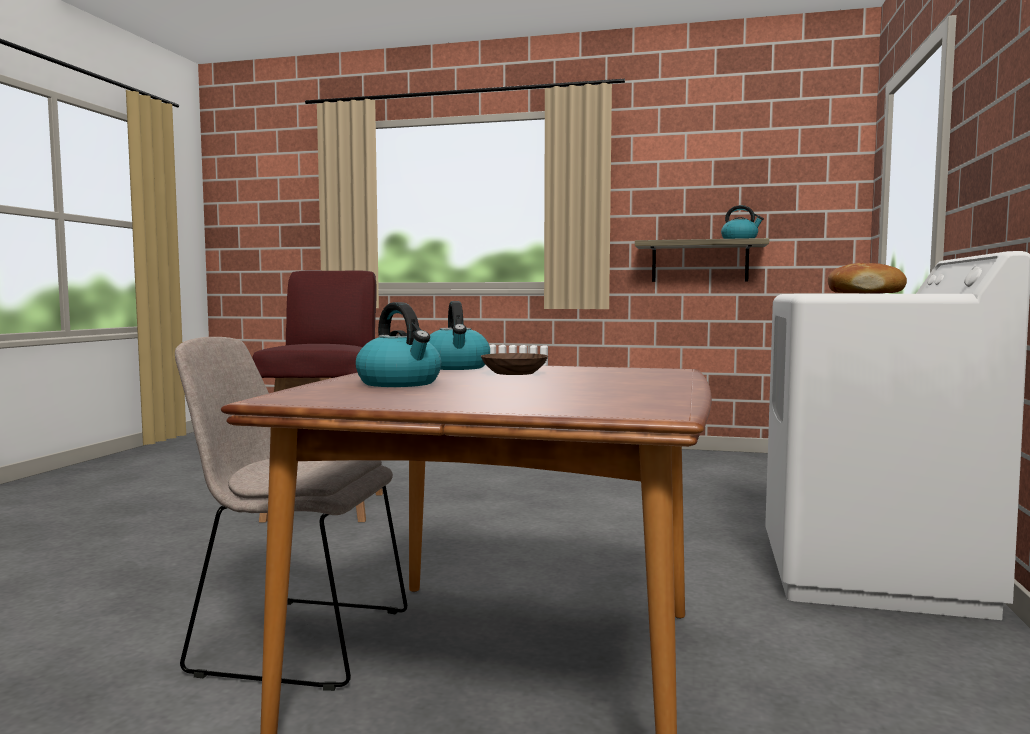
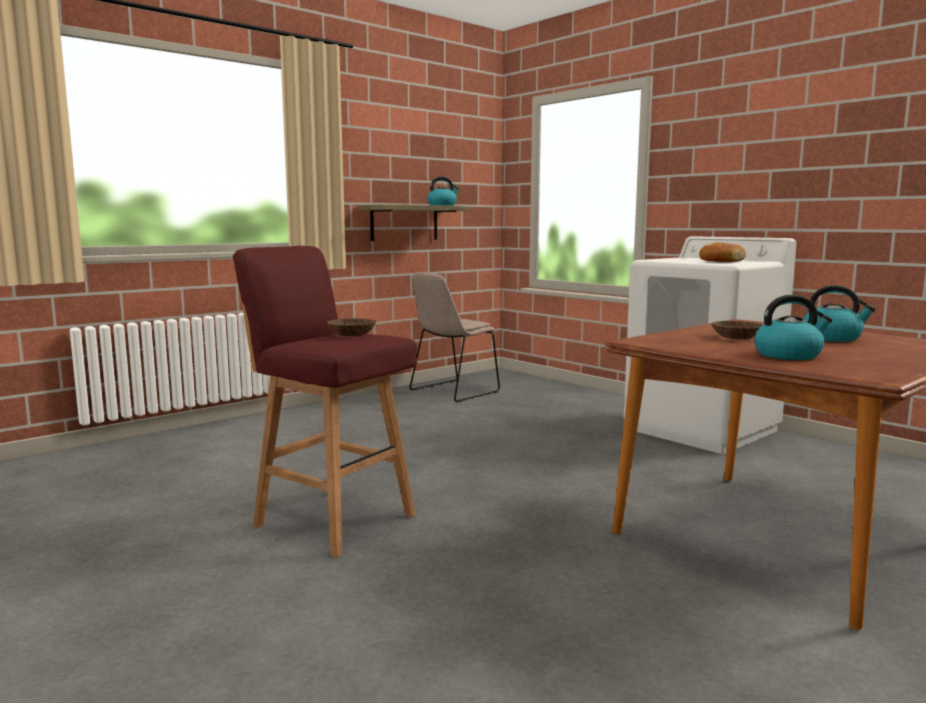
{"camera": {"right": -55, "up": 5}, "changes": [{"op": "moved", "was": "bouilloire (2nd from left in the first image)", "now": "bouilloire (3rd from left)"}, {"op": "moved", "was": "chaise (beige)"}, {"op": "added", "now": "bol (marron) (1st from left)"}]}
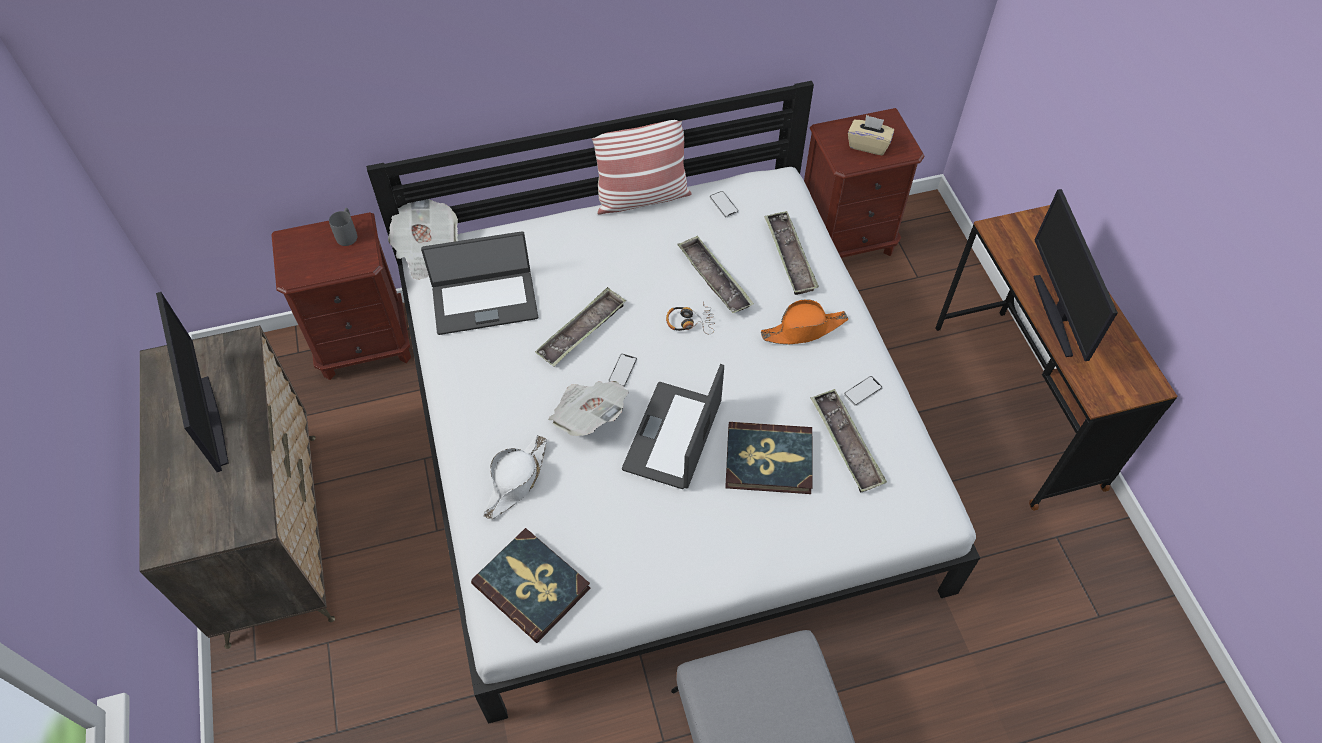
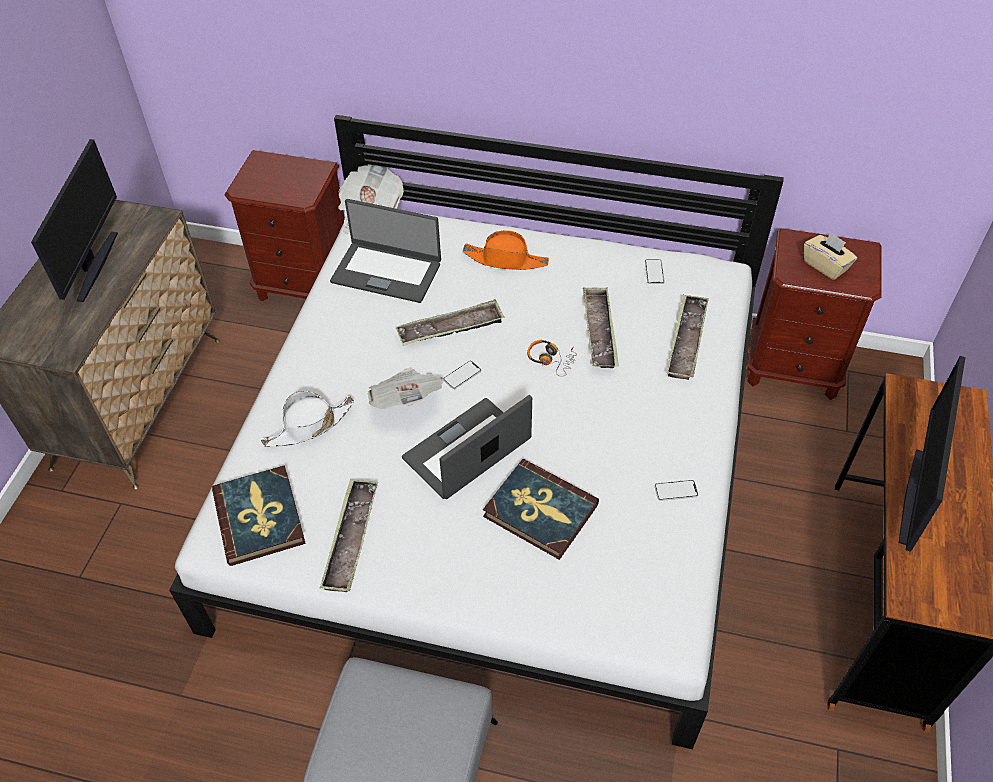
{"camera": {"right": 30, "up": -5}, "changes": [{"op": "removed", "was": "coussin"}, {"op": "removed", "was": "mug (gris)"}, {"op": "moved", "was": "chapeau (orange)"}, {"op": "moved", "was": "plateau (4th from left in the first image)", "now": "plateau (1st from left)"}]}
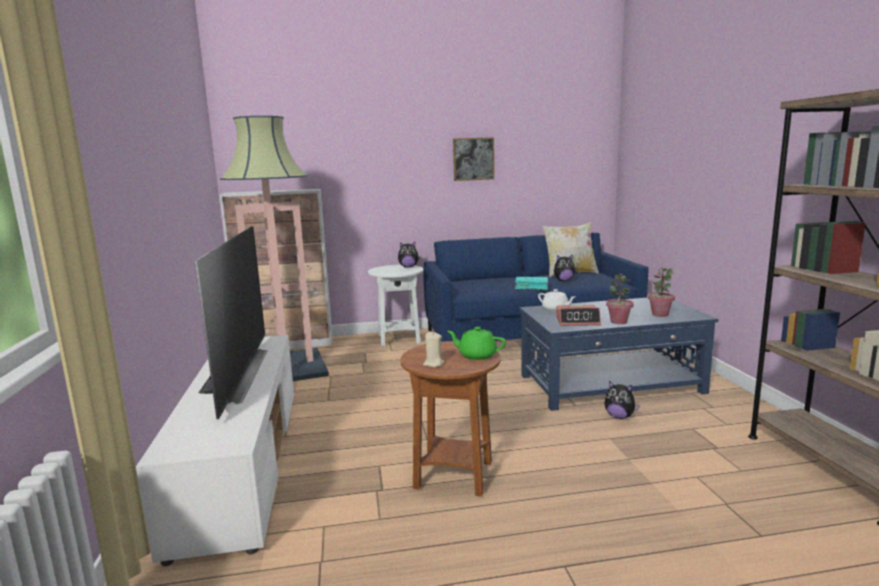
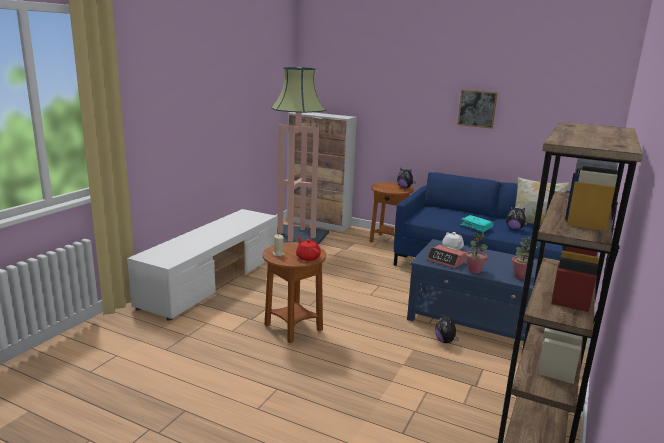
{"camera": {"right": 35, "up": 5}, "changes": [{"op": "removed", "was": "téléviseur"}, {"op": "recoloured", "was": "table d'appoint (blanc)", "now": "table d'appoint (marron) (2nd from left)"}, {"op": "recoloured", "was": "théière (vert)", "now": "théière (rouge)"}]}
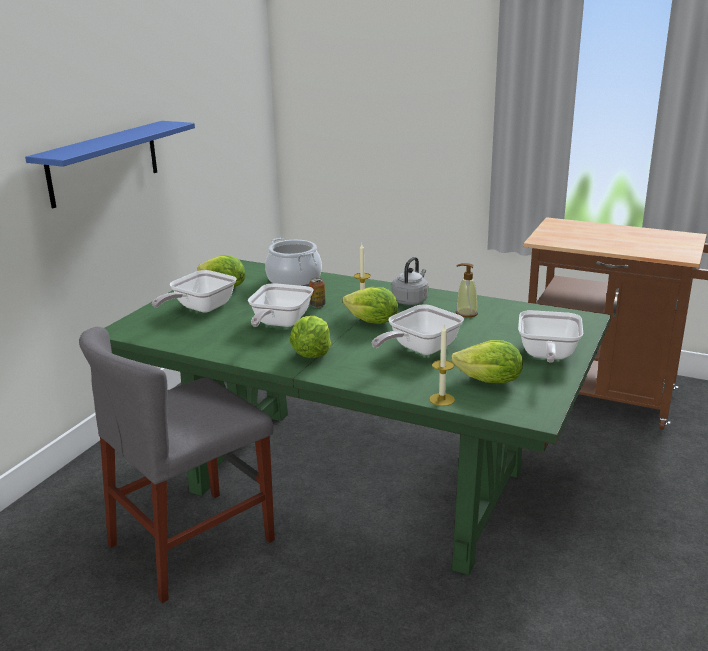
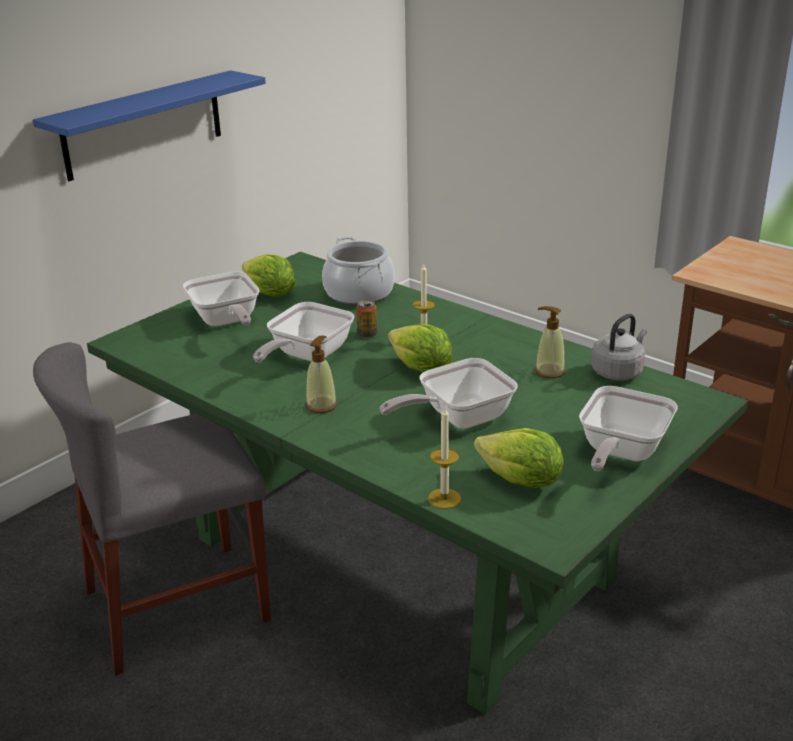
{"camera": {"right": 15, "up": 5}, "changes": [{"op": "moved", "was": "bouilloire (gris)"}, {"op": "turned", "was": "poêle (1st from left)", "clockwise": -75}, {"op": "replaced", "was": "laitue (2nd from left)", "now": "distributeur de savon (1st from left)"}]}
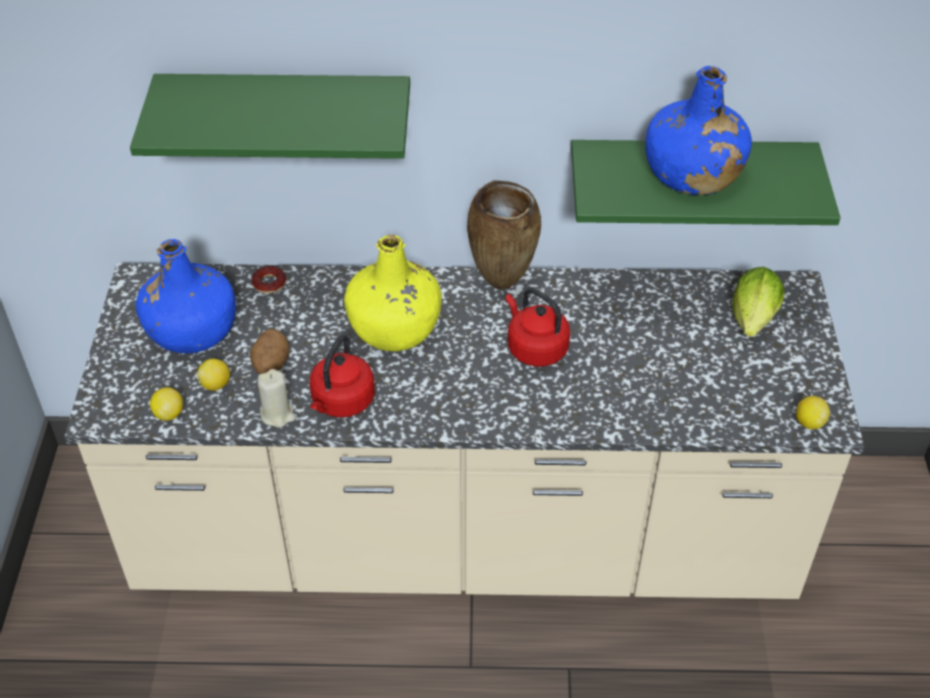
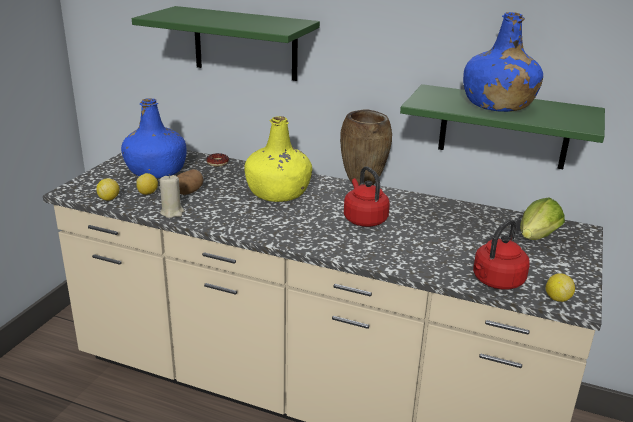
{"camera": {"right": 20, "up": -20}, "changes": [{"op": "moved", "was": "bouilloire (rouge) (1st from left in the first image)", "now": "bouilloire (rouge) (2nd from left)"}]}
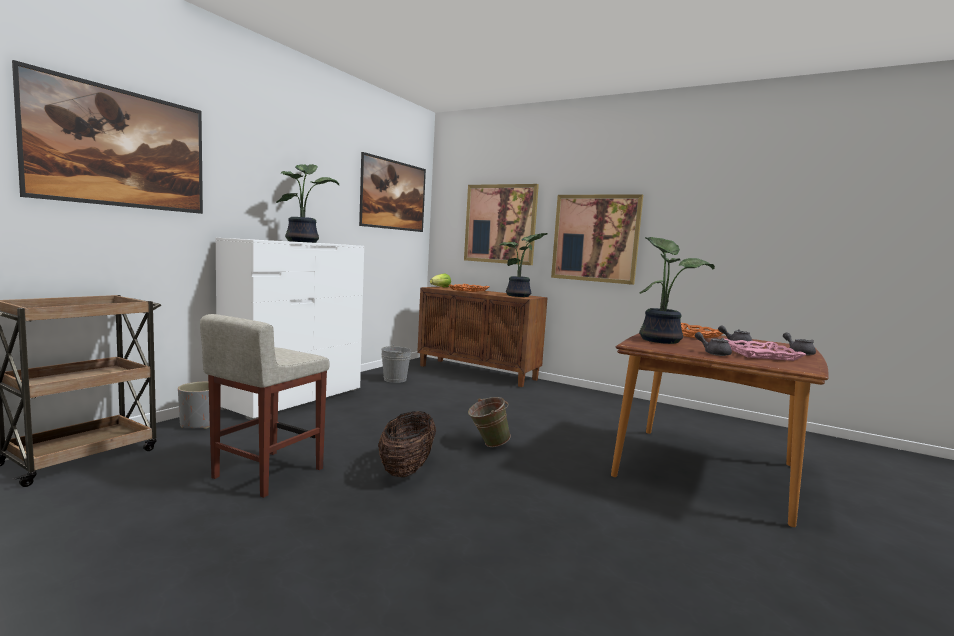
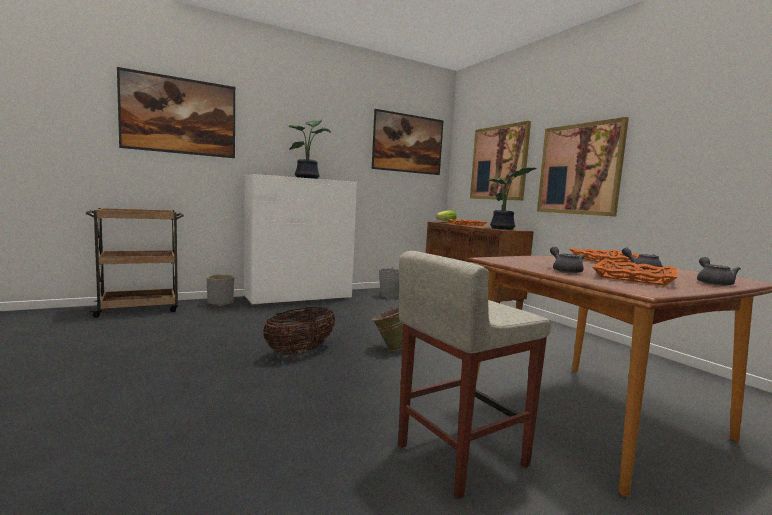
{"camera": {"right": 30, "up": 0}, "changes": [{"op": "removed", "was": "plante en pot (3rd from left)"}, {"op": "moved", "was": "tabouret (beige)"}, {"op": "recoloured", "was": "plateau (rose)", "now": "plateau (orange) (3rd from left)"}]}
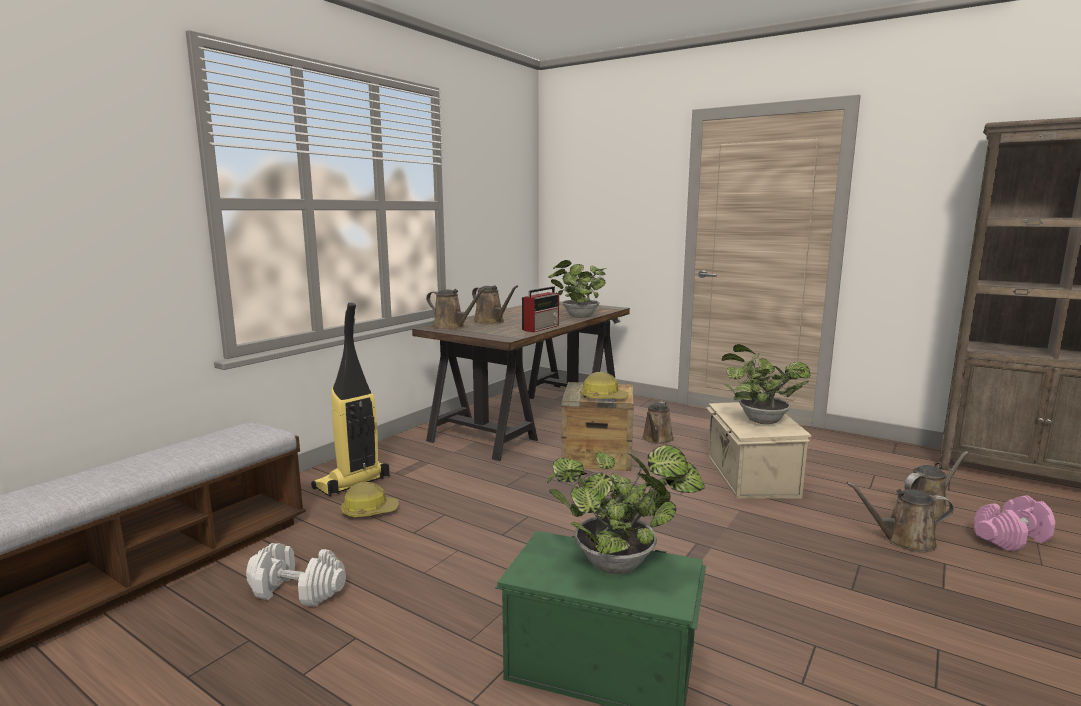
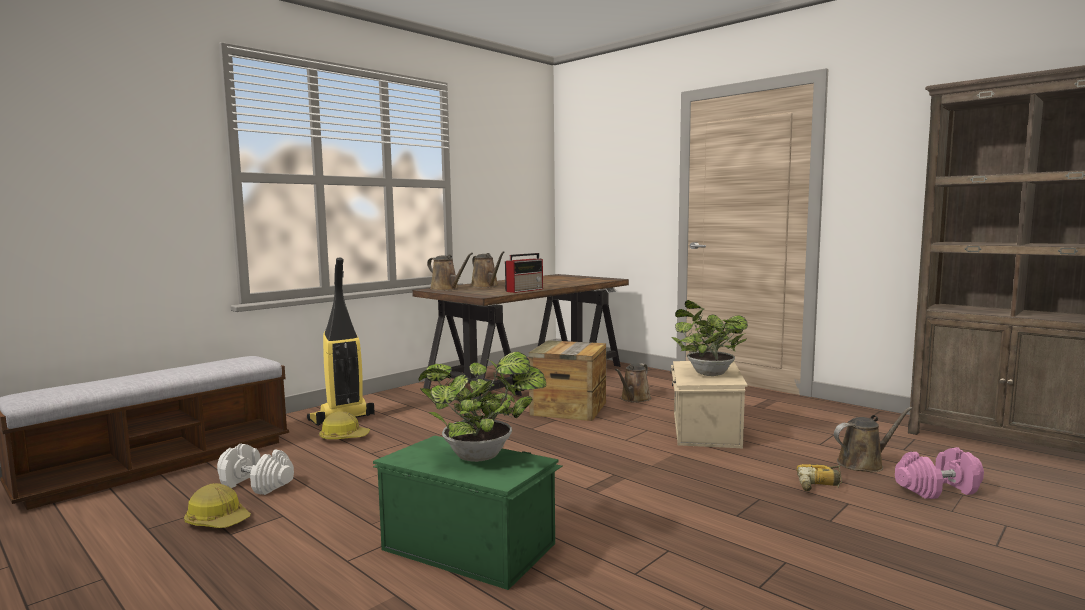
{"camera": {"right": 10, "up": -5}, "changes": [{"op": "removed", "was": "plante en pot (1st from left)"}, {"op": "moved", "was": "casque de chantier (2nd from left in the first image)", "now": "casque de chantier (1st from left)"}, {"op": "replaced", "was": "arrosoir (marron) (4th from left)", "now": "perceuse"}]}
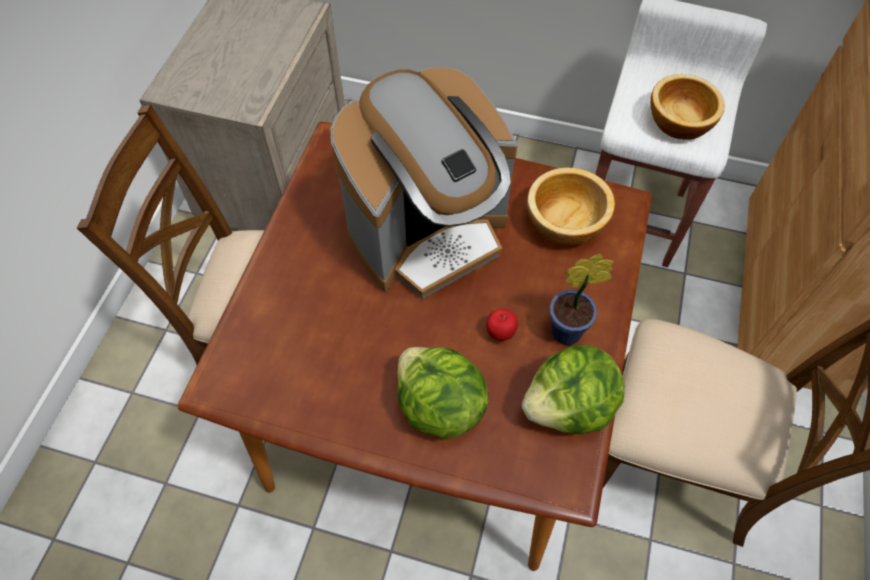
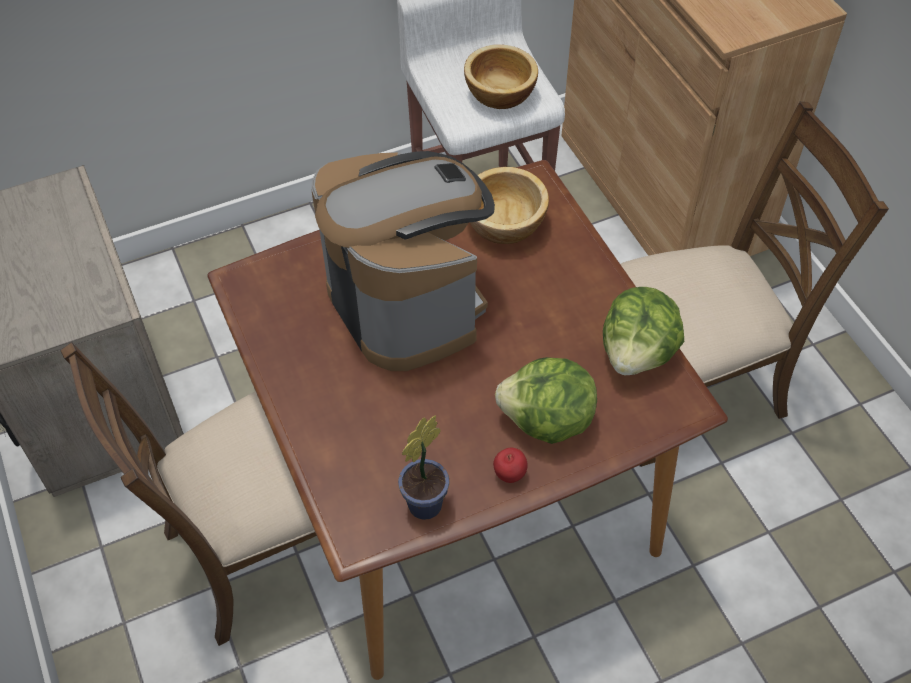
{"camera": {"right": -40, "up": -5}, "changes": [{"op": "turned", "was": "machine à café", "clockwise": -45}, {"op": "moved", "was": "plante en pot"}, {"op": "moved", "was": "pomme"}]}
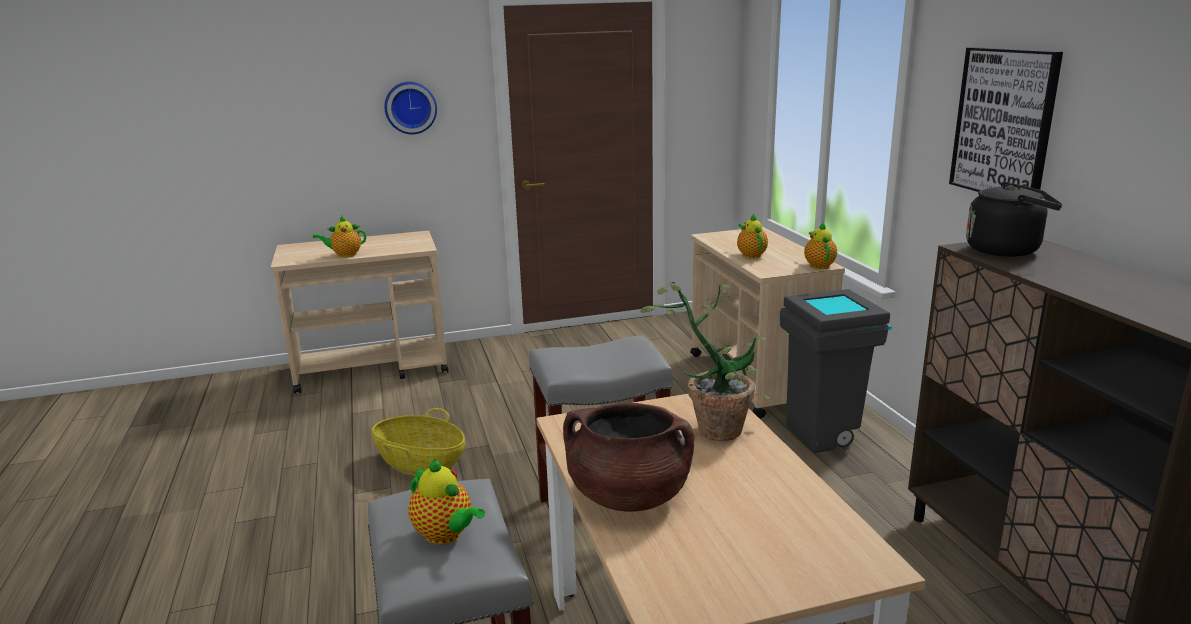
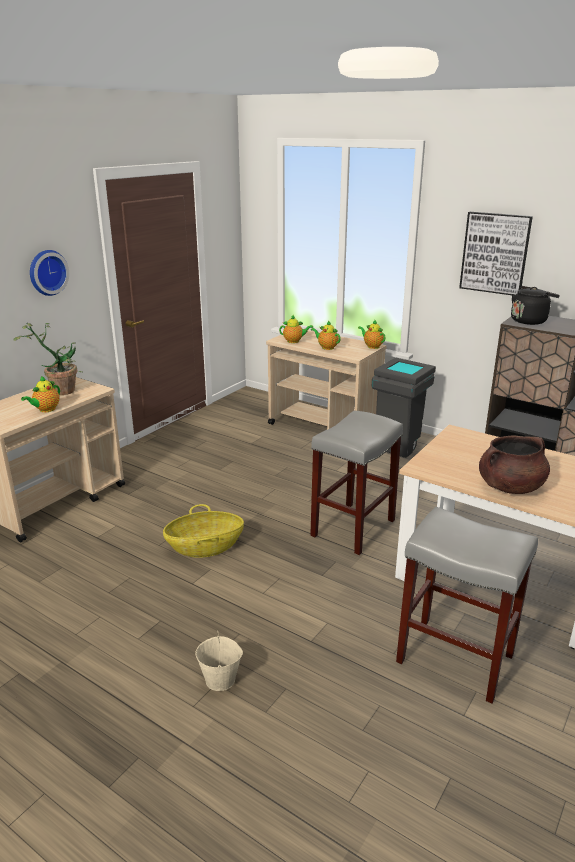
{"camera": {"right": -40, "up": 5}, "changes": [{"op": "moved", "was": "plante en pot"}, {"op": "moved", "was": "théière (2nd from left)"}, {"op": "added", "now": "seau (beige)"}]}
